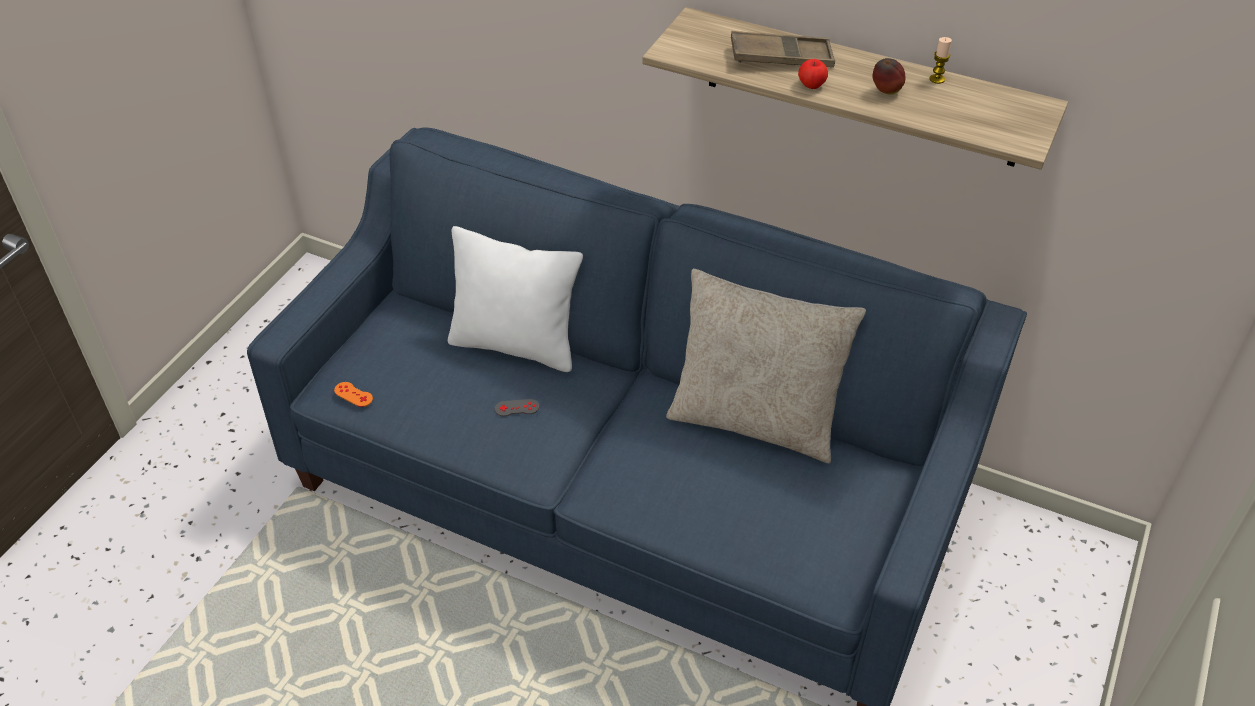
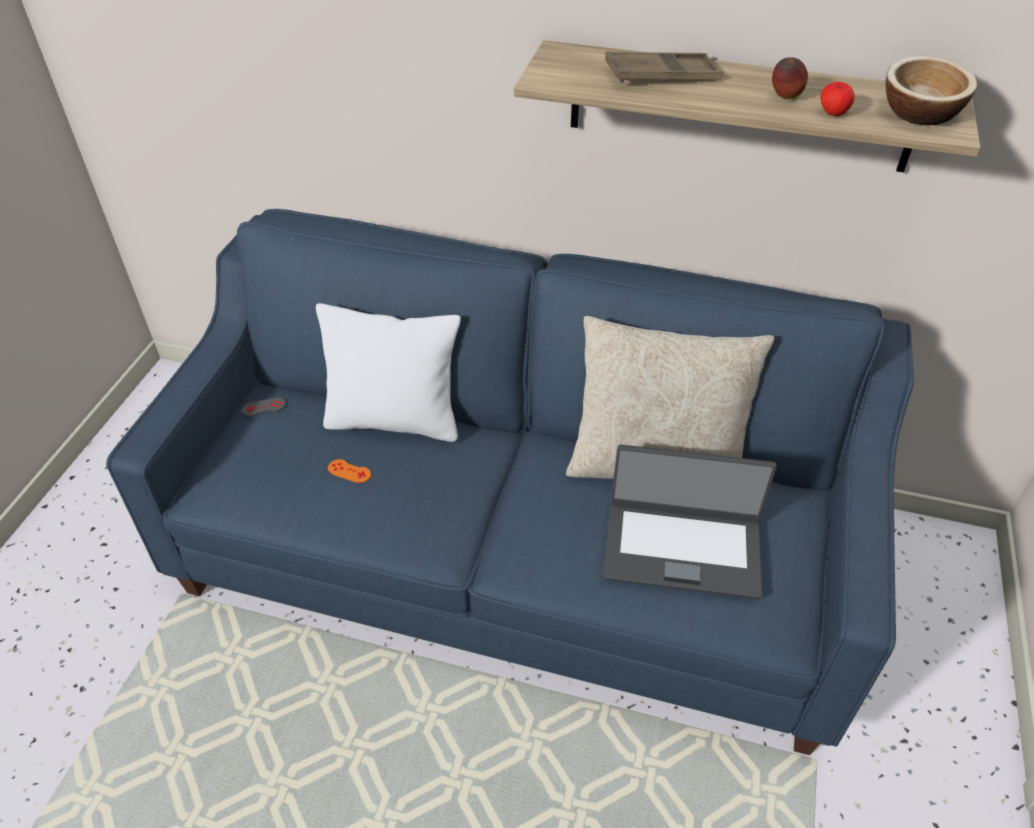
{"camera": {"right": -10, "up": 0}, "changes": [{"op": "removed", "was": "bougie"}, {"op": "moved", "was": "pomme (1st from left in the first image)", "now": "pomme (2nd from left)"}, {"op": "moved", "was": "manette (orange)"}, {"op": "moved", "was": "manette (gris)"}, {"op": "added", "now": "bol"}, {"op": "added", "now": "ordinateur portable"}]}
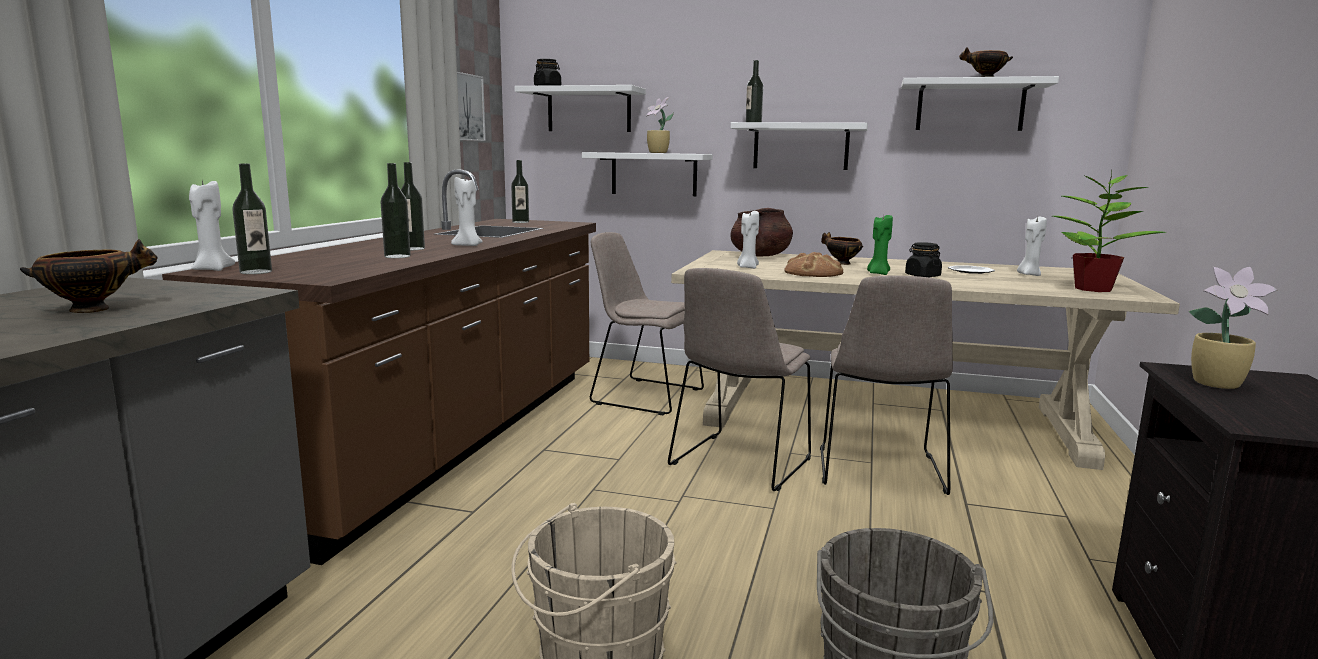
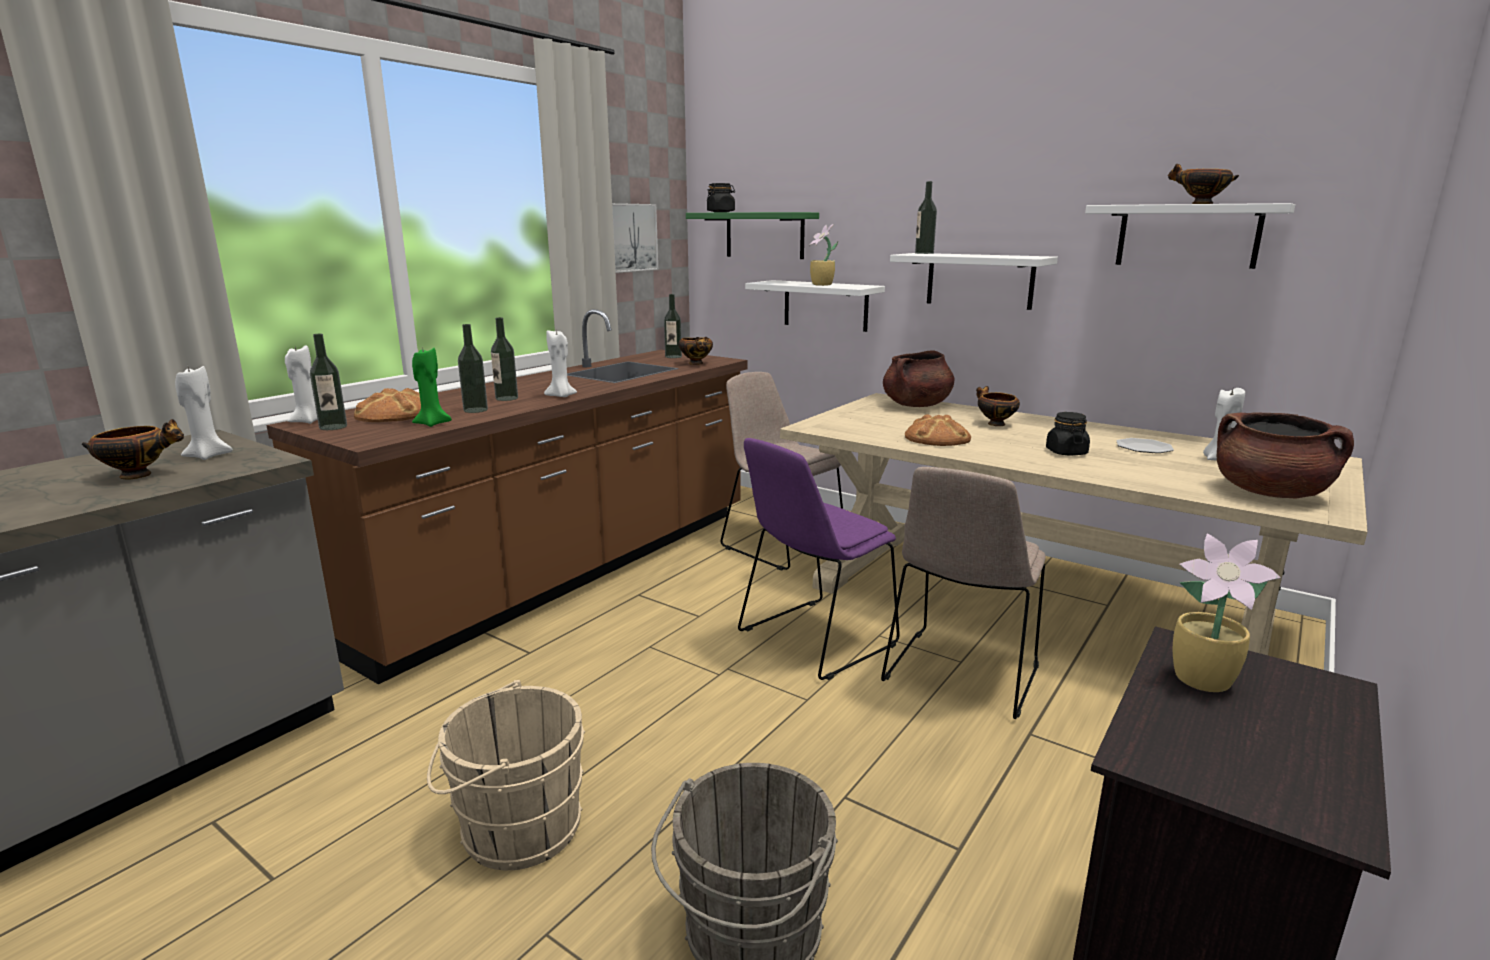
{"camera": {"right": 20, "up": 5}, "changes": [{"op": "recoloured", "was": "étagère (blanc) (1st from left)", "now": "étagère (vert)"}, {"op": "replaced", "was": "plante en pot (2nd from left)", "now": "marmite (marron) (2nd from left)"}, {"op": "moved", "was": "bougie (blanc) (3rd from left in the first image)", "now": "bougie (blanc) (1st from left)"}, {"op": "moved", "was": "bougie (vert)"}, {"op": "recoloured", "was": "chaise (beige) (2nd from left)", "now": "chaise (violet)"}, {"op": "added", "now": "bol (2nd from left)"}, {"op": "added", "now": "pain (1st from left)"}]}
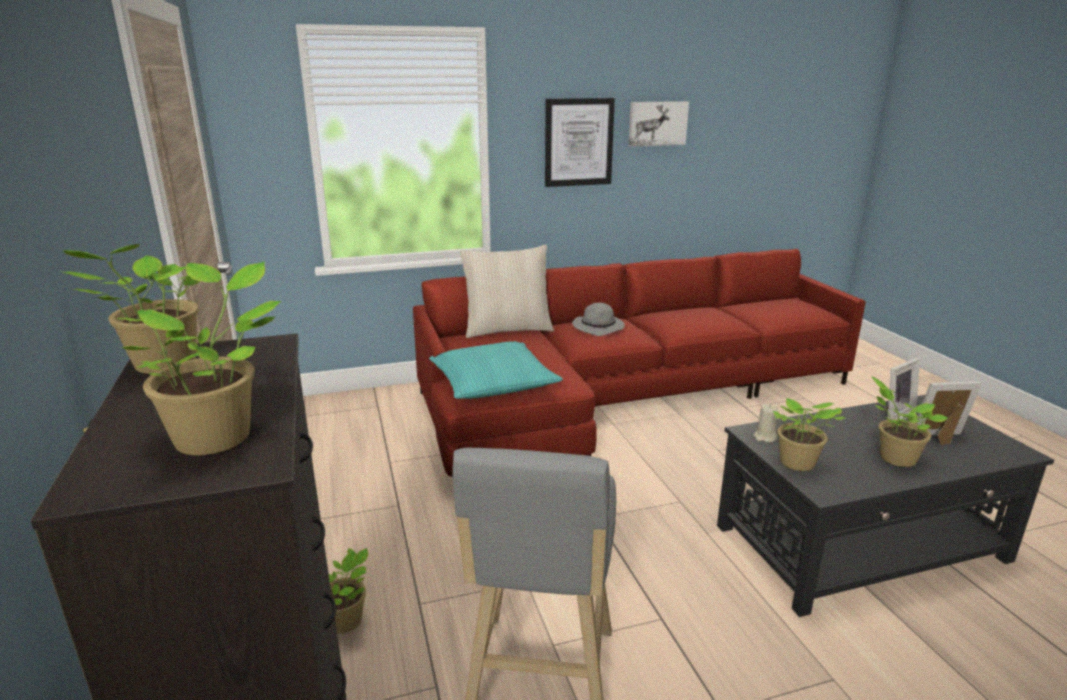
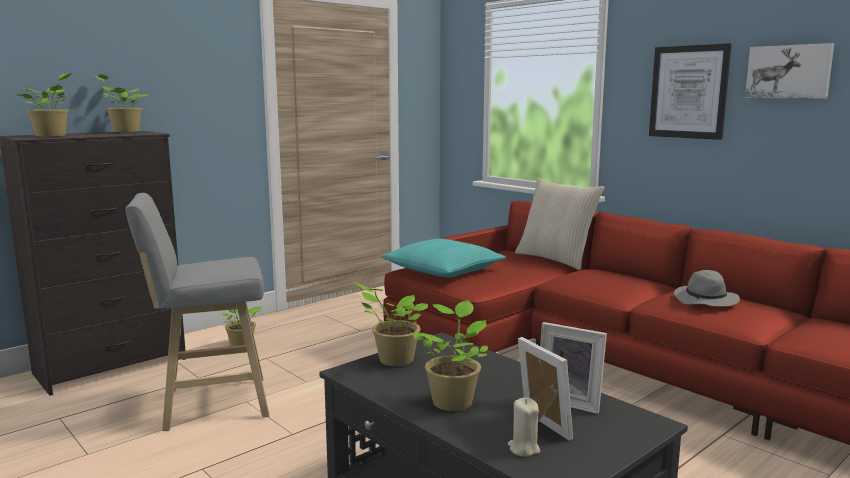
{"camera": {"right": 65, "up": -10}, "changes": [{"op": "moved", "was": "chapeau (gris)"}, {"op": "moved", "was": "bougie (beige)"}]}
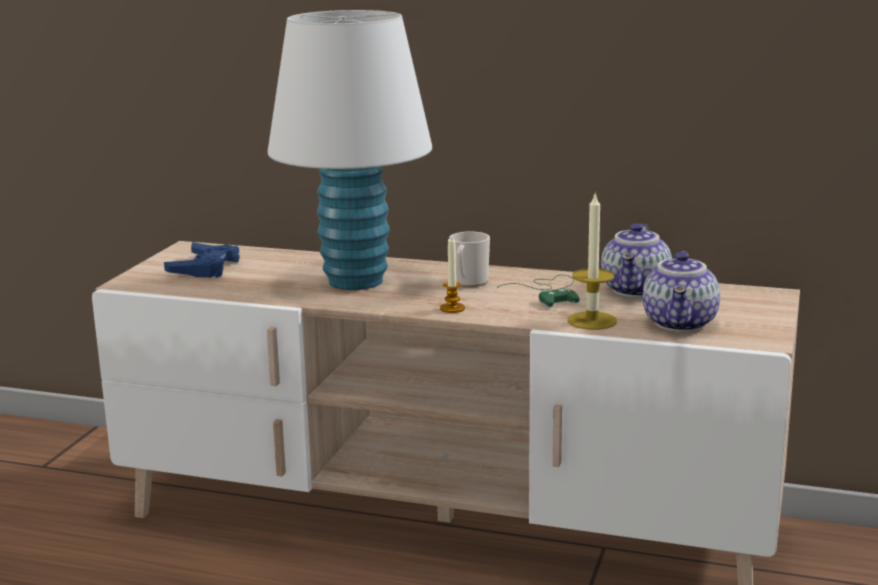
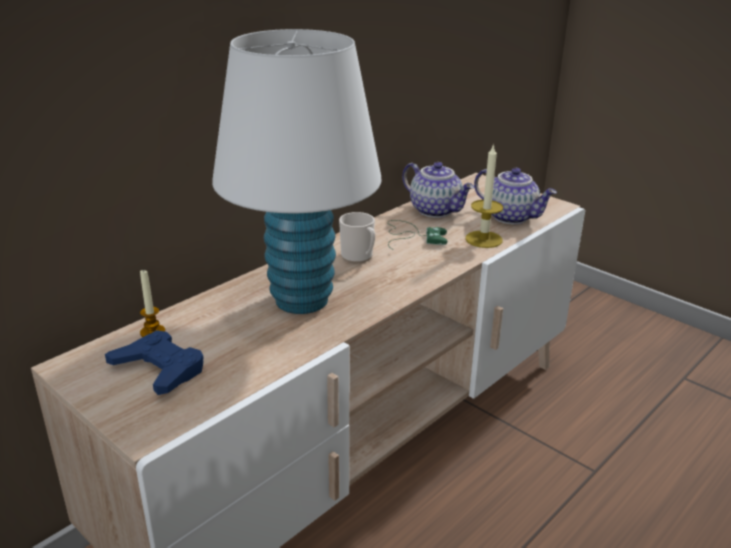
{"camera": {"right": -65, "up": 10}, "changes": [{"op": "moved", "was": "bougie (1st from left)"}]}
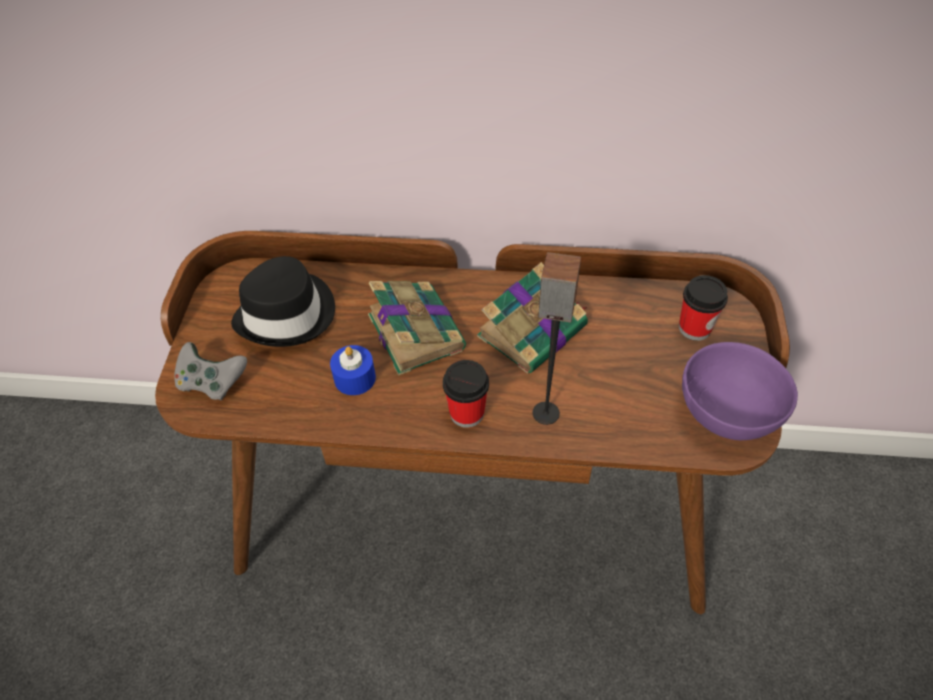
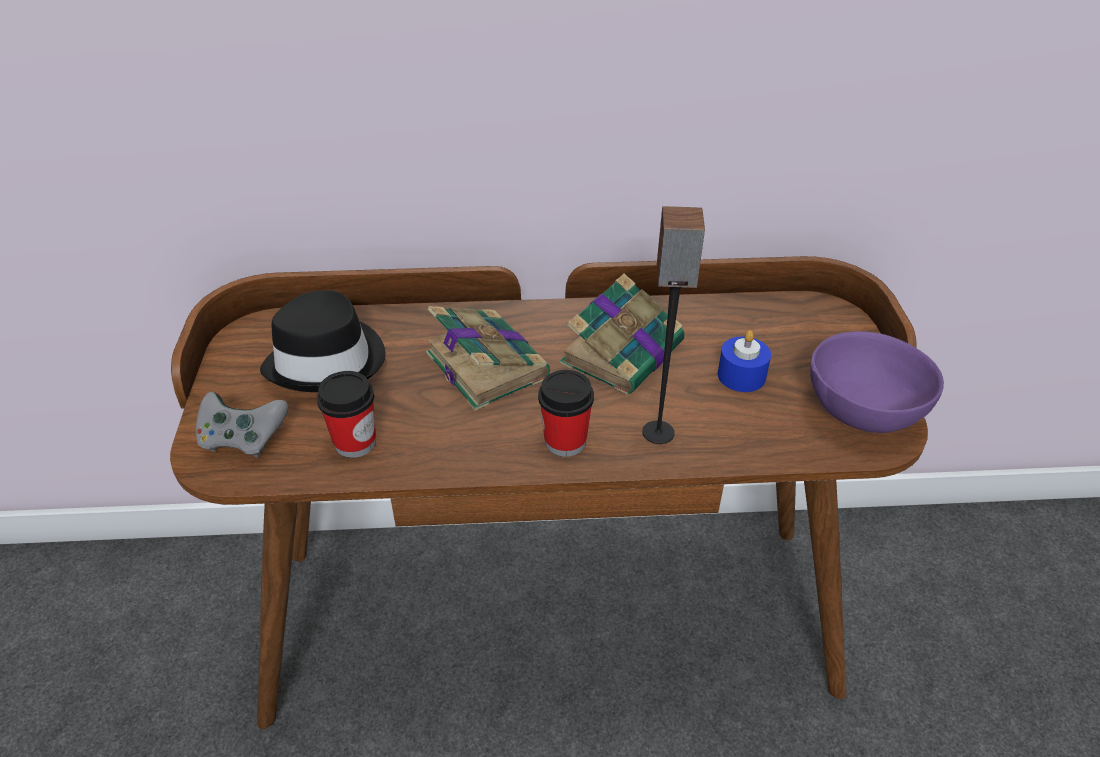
{"camera": {"right": -10, "up": -10}, "changes": [{"op": "moved", "was": "tasse (2nd from left in the first image)", "now": "tasse (1st from left)"}, {"op": "moved", "was": "bougie (bleu)"}]}
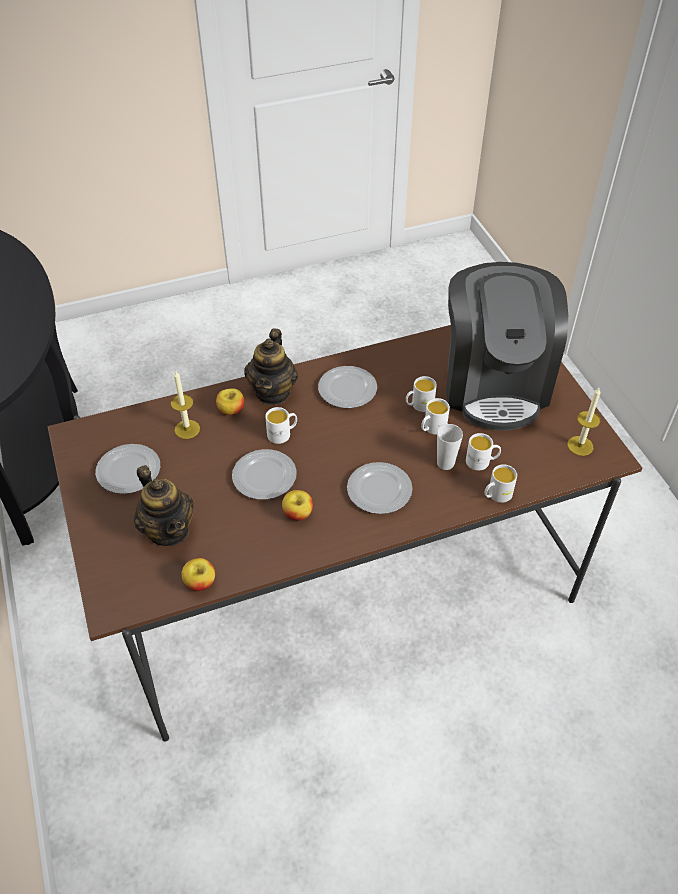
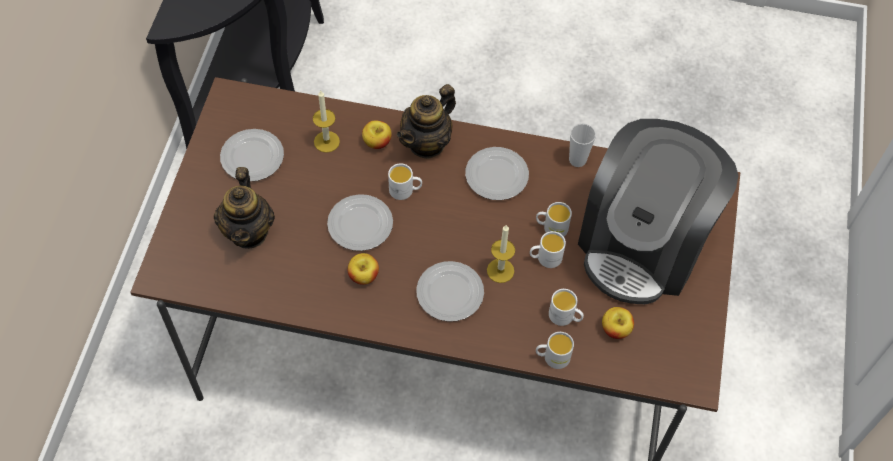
{"camera": {"right": 30, "up": 10}, "changes": [{"op": "moved", "was": "bougie (2nd from left)"}, {"op": "moved", "was": "tasse"}, {"op": "moved", "was": "pomme (1st from left in the first image)", "now": "pomme (3rd from left)"}]}
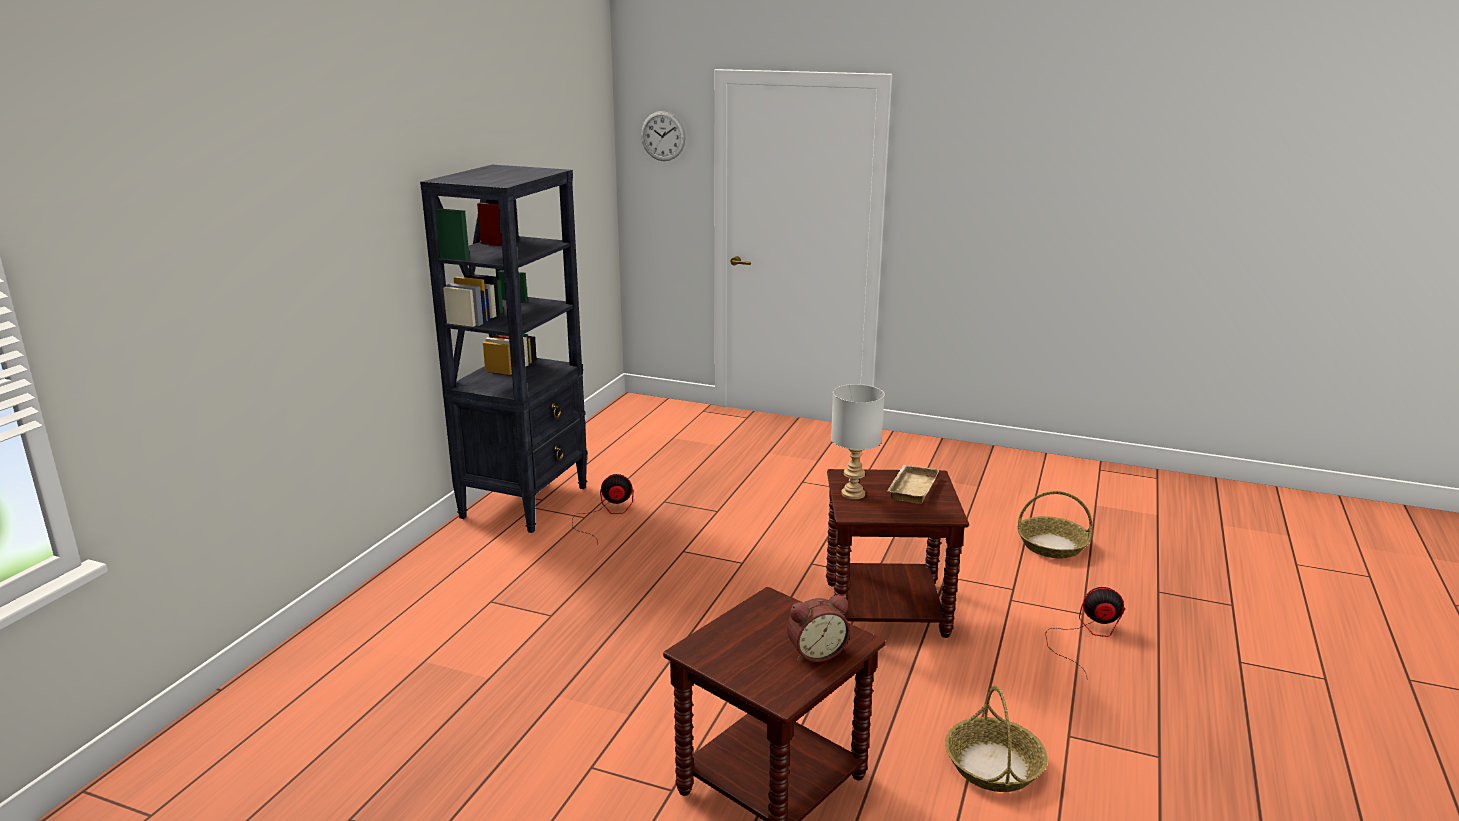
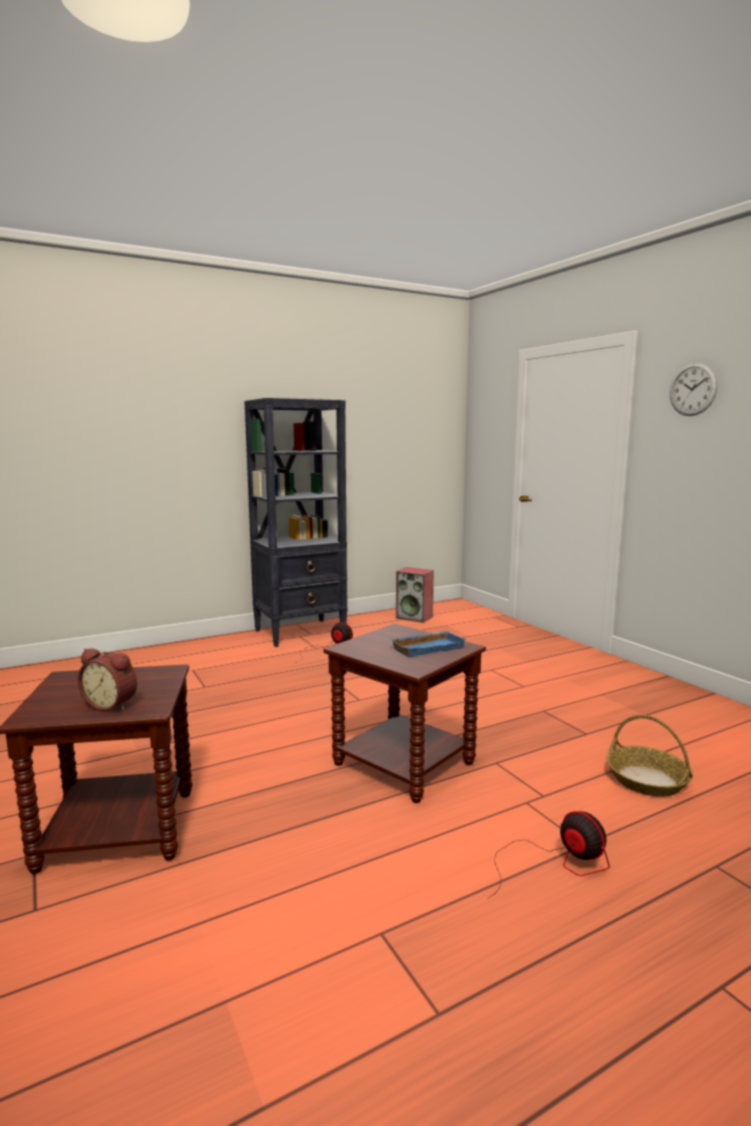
{"camera": {"right": 40, "up": -10}, "changes": [{"op": "moved", "was": "horloge murale"}, {"op": "removed", "was": "lampe de table (gris)"}, {"op": "recoloured", "was": "plateau (beige)", "now": "plateau (bleu)"}, {"op": "removed", "was": "panier (1st from left)"}, {"op": "added", "now": "enceinte"}]}
